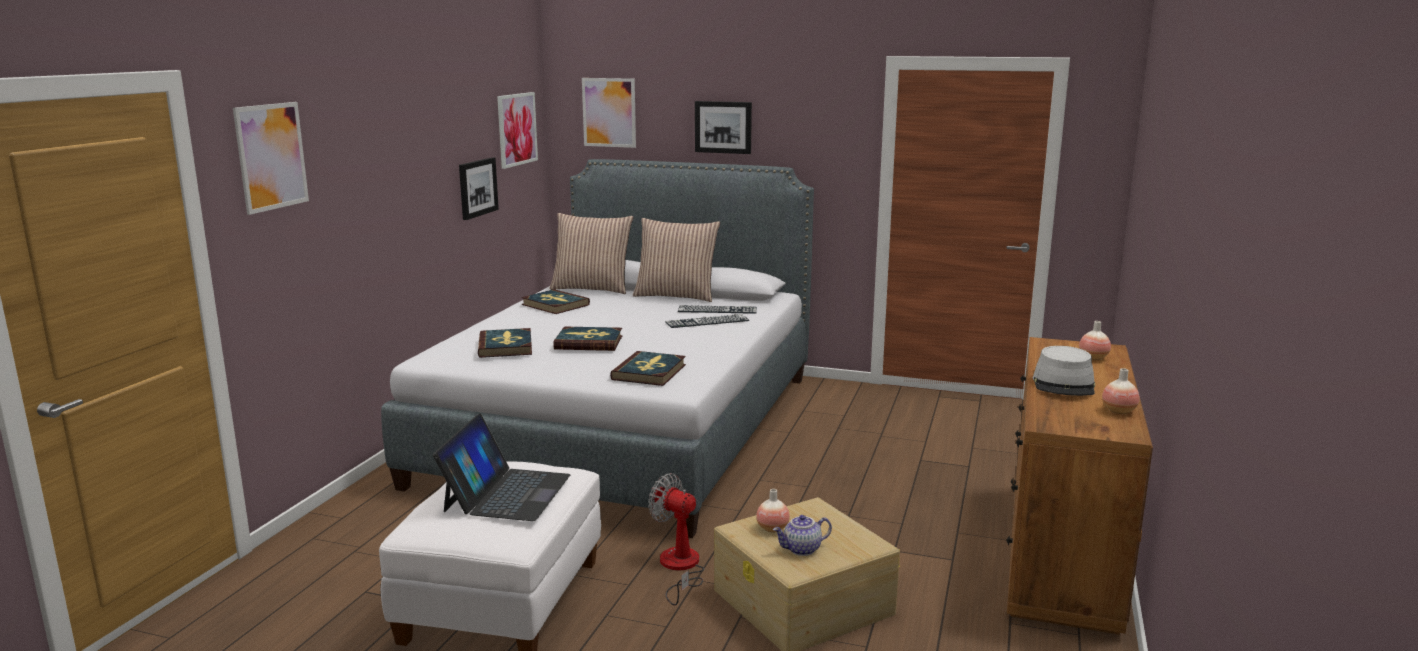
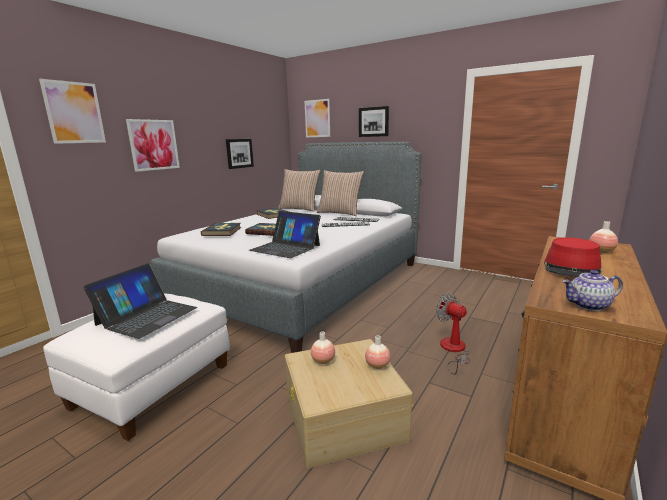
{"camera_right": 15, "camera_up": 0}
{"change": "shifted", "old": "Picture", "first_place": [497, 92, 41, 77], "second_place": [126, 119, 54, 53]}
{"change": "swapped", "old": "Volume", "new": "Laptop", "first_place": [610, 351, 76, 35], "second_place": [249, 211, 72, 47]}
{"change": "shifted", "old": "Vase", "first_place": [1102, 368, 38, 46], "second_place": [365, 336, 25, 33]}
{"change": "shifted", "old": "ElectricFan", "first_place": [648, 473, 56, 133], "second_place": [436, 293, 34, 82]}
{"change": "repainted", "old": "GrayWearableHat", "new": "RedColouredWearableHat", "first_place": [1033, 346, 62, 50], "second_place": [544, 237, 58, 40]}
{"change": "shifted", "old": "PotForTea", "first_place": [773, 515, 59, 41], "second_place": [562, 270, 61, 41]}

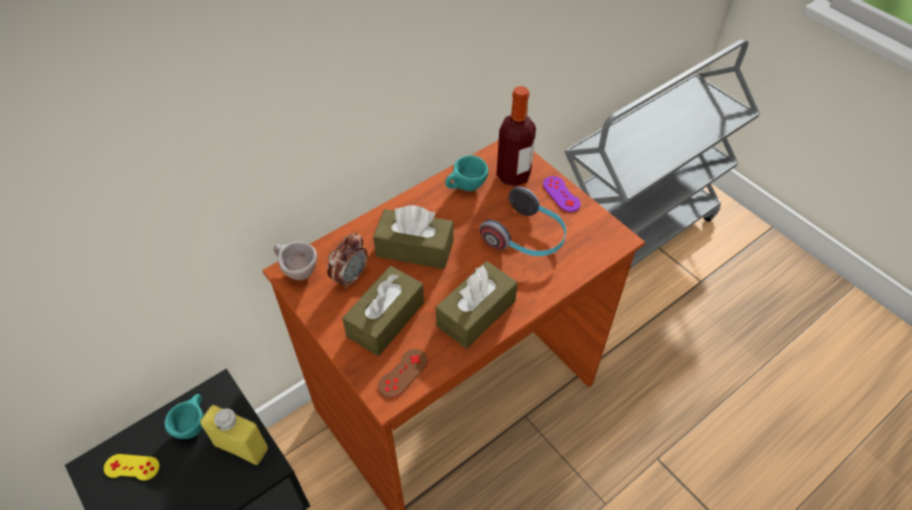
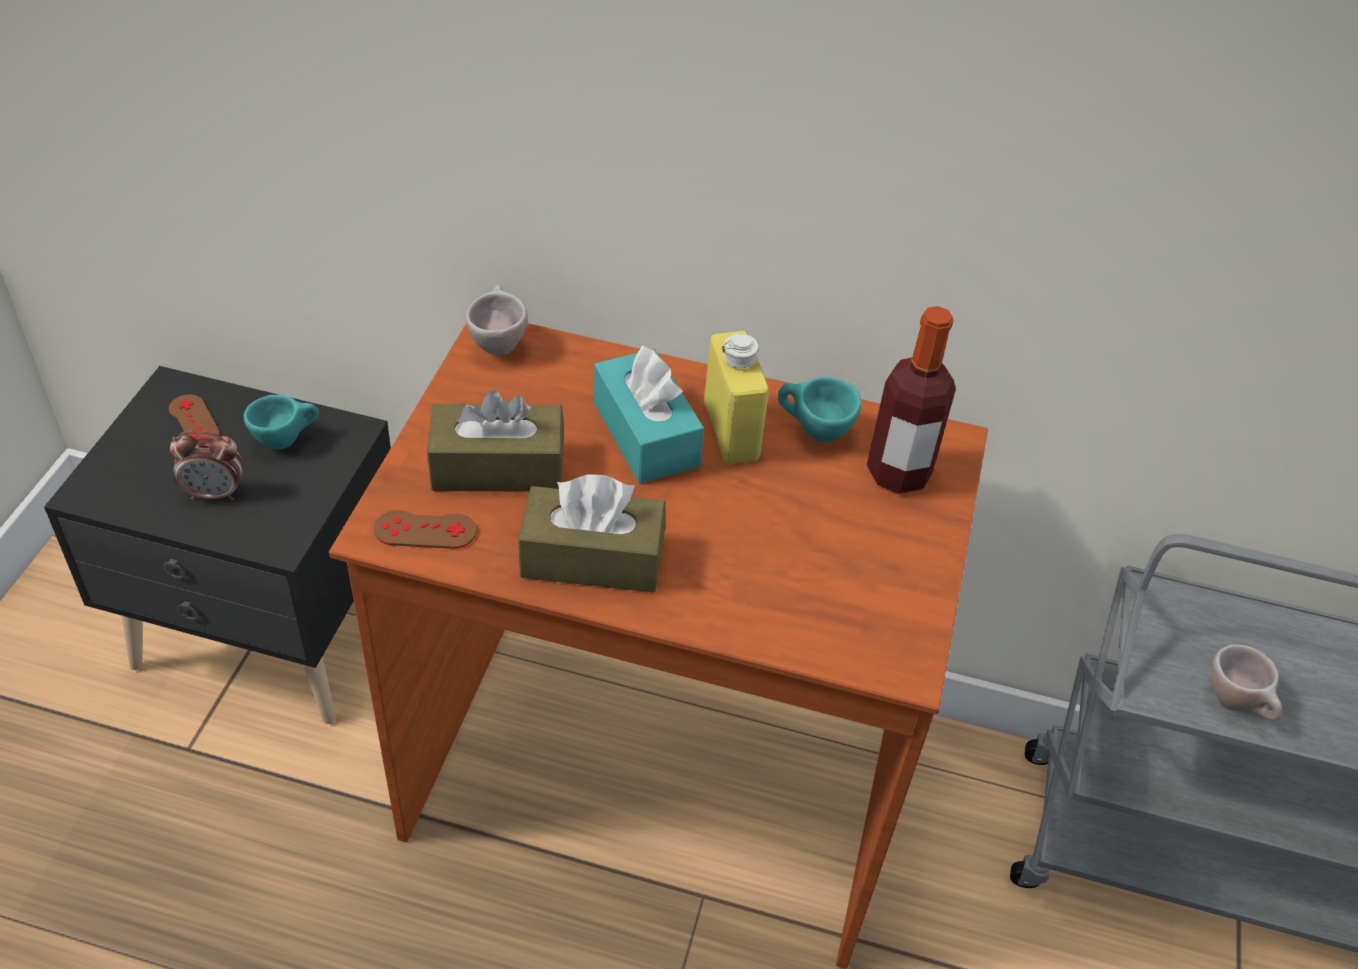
{"camera_right": 50, "camera_up": -5}
{"change": "repainted", "old": "YellowishGameController", "new": "BrownGameController", "first_place": [104, 454, 56, 27], "second_place": [169, 394, 51, 45]}
{"change": "shifted", "old": "TableClock", "first_place": [327, 232, 41, 57], "second_place": [170, 430, 73, 70]}
{"change": "repainted", "old": "BrownTissueBox", "new": "TurquoiseColouredTissueBox", "first_place": [373, 205, 81, 64], "second_place": [594, 346, 110, 137]}
{"change": "shifted", "old": "YellowishBottle", "first_place": [200, 405, 68, 60], "second_place": [704, 331, 65, 134]}
{"change": "new", "new": "BeigeSmallCup", "second_place": [1211, 644, 71, 77]}
{"change": "gone", "old": "Headphones", "first_place": [479, 187, 87, 69]}
{"change": "gone", "old": "PurpleGameController", "first_place": [543, 176, 38, 36]}

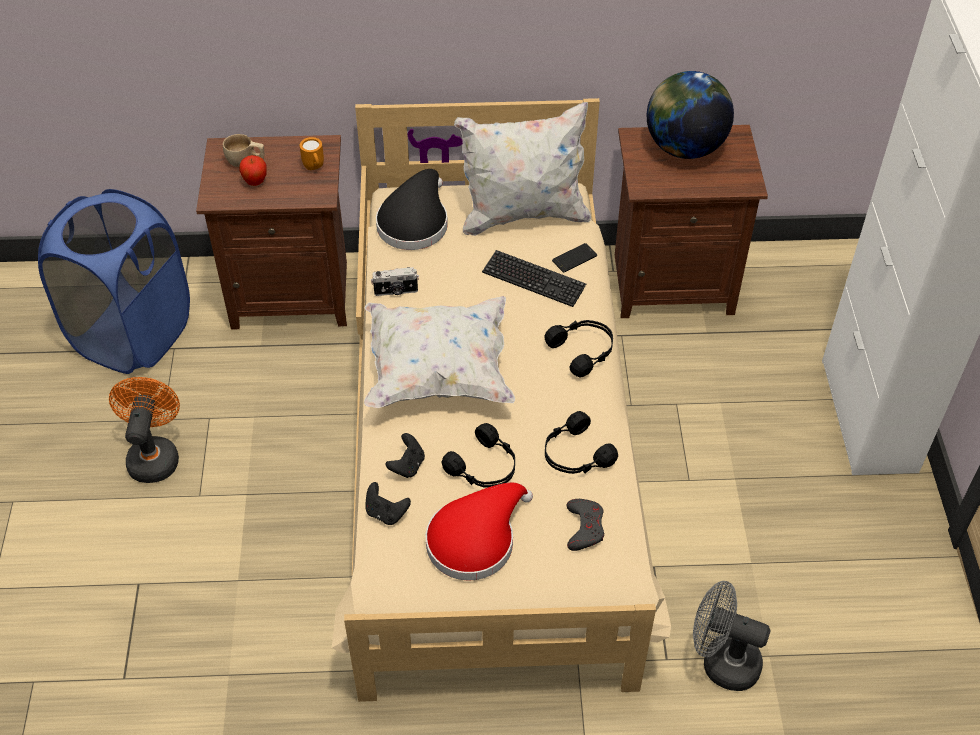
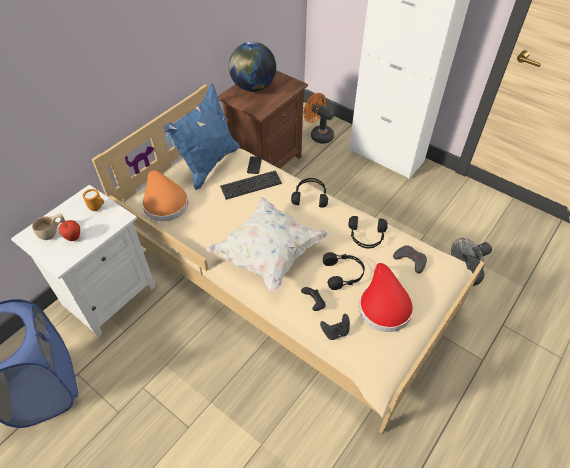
{"camera_right": -50, "camera_up": 0}
{"change": "repainted", "old": "BrownNightTable", "new": "WhitishNightTable", "first_place": [196, 135, 151, 195], "second_place": [11, 185, 145, 153]}
{"change": "repainted", "old": "BlackColouredWearableHat", "new": "OrangeColouredWearableHat", "first_place": [376, 169, 72, 81], "second_place": [142, 170, 47, 51]}
{"change": "repainted", "old": "WhitishThrowPillow", "new": "BlueColouredThrowPillow", "first_place": [454, 102, 137, 134], "second_place": [164, 83, 76, 107]}
{"change": "shifted", "old": "OrangeColouredElectricFan", "first_place": [109, 377, 71, 106], "second_place": [304, 93, 30, 51]}
{"change": "gone", "old": "PhotoCamera", "first_place": [371, 267, 48, 29]}

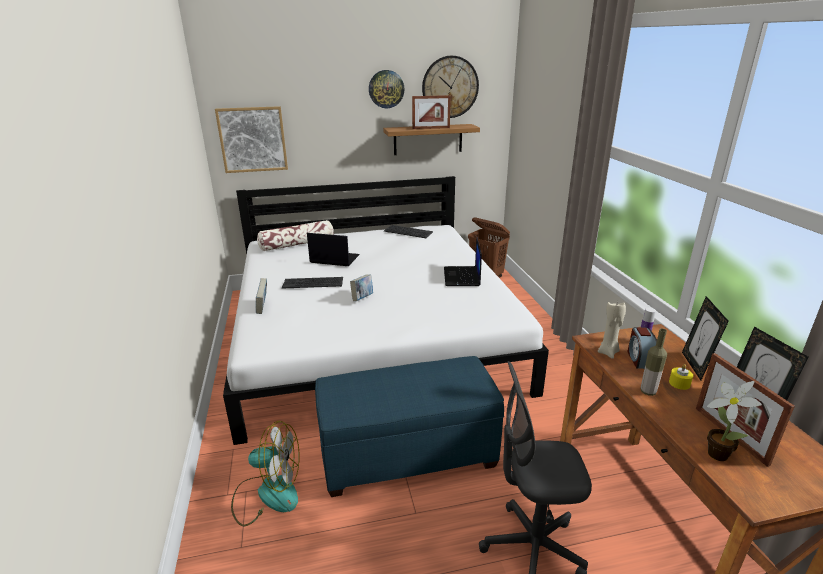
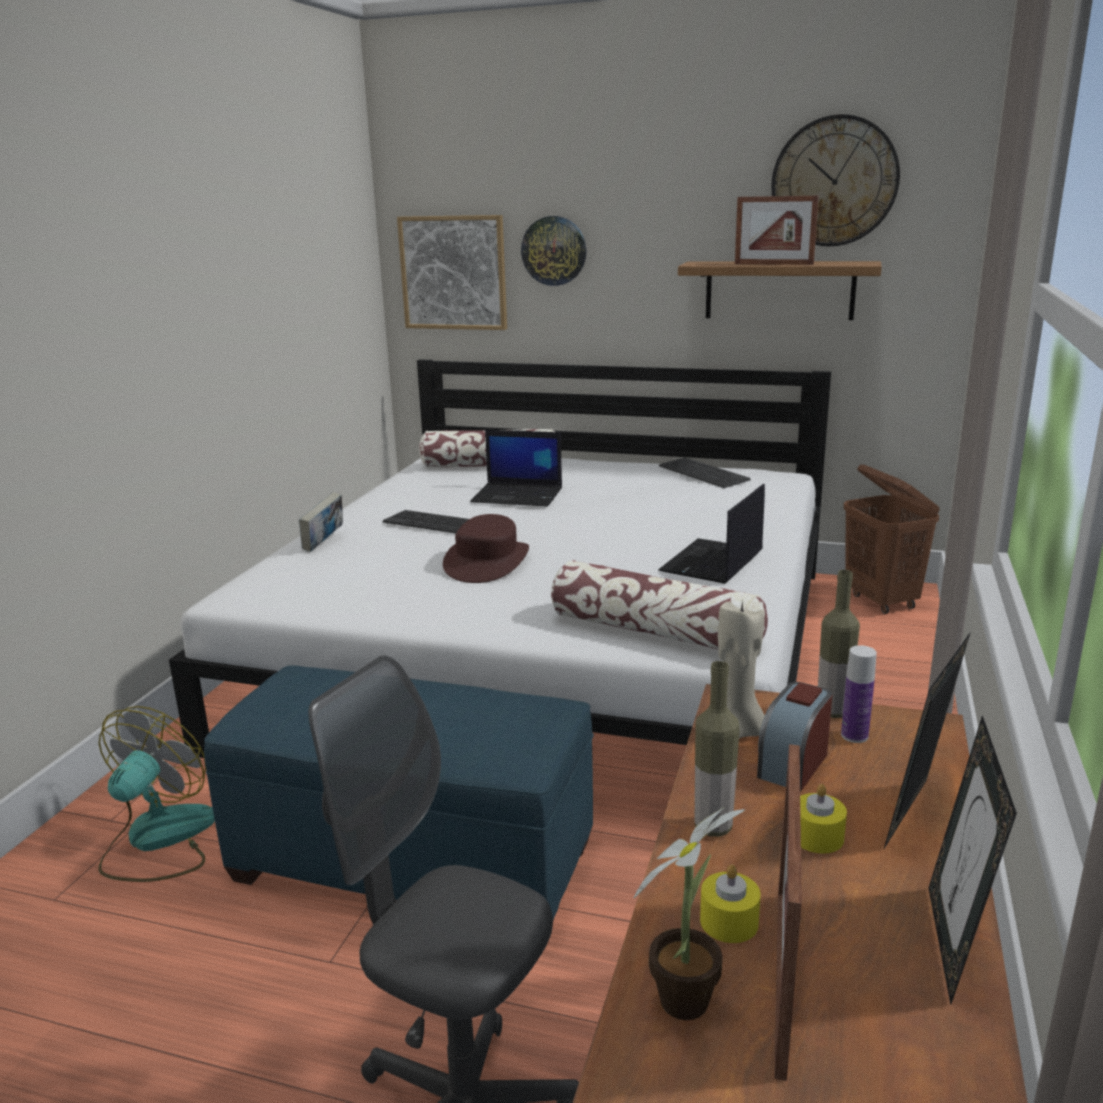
{"camera_right": 30, "camera_up": -5}
{"change": "rotated", "old": "ElectricFan", "first_place": [231, 421, 68, 105], "second_place": [98, 706, 117, 176], "degrees": -105}
{"change": "swapped", "old": "Volume", "new": "BrownWearableHat", "first_place": [350, 275, 23, 26], "second_place": [443, 514, 86, 69]}
{"change": "rotated", "old": "Laptop", "first_place": [307, 233, 53, 33], "second_place": [470, 430, 92, 76], "degrees": 150}
{"change": "shifted", "old": "HangingClock", "first_place": [369, 70, 35, 38], "second_place": [521, 216, 65, 70]}
{"change": "new", "new": "ThrowPillow", "second_place": [551, 560, 217, 89]}
{"change": "new", "new": "YellowishWaxLight", "second_place": [700, 865, 61, 78]}
{"change": "new", "new": "Bottle", "second_place": [818, 570, 42, 148]}

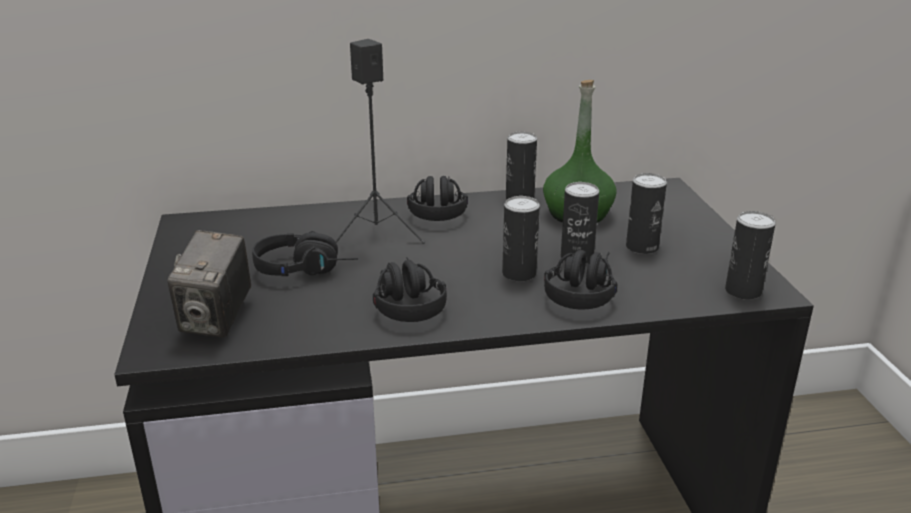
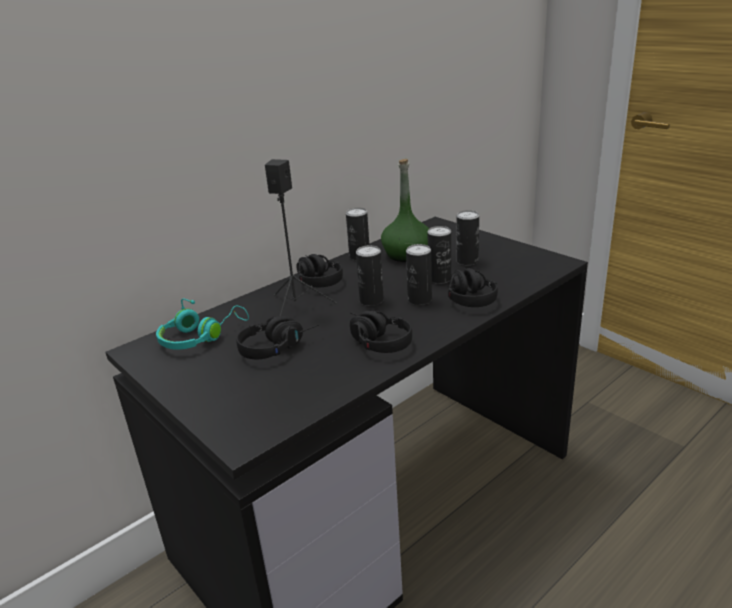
{"camera_right": -30, "camera_up": 0}
{"change": "new", "new": "TurquoiseColouredHeadphones", "second_place": [156, 298, 93, 52]}
{"change": "shifted", "old": "SealedCan", "first_place": [725, 211, 51, 89], "second_place": [356, 245, 28, 61]}
{"change": "gone", "old": "PhotoCamera", "first_place": [168, 230, 83, 108]}

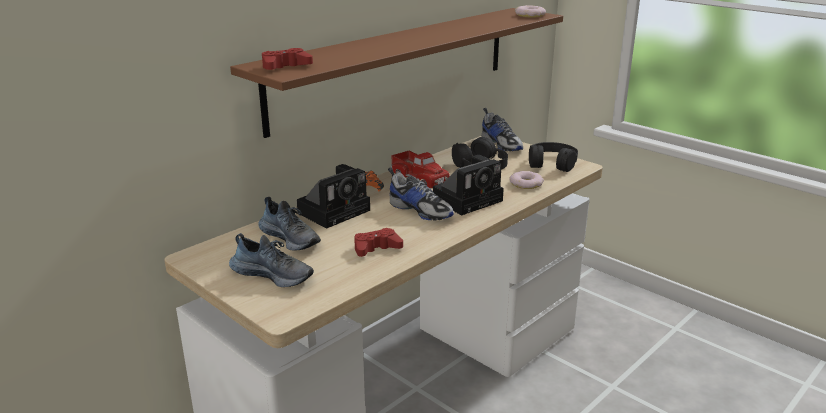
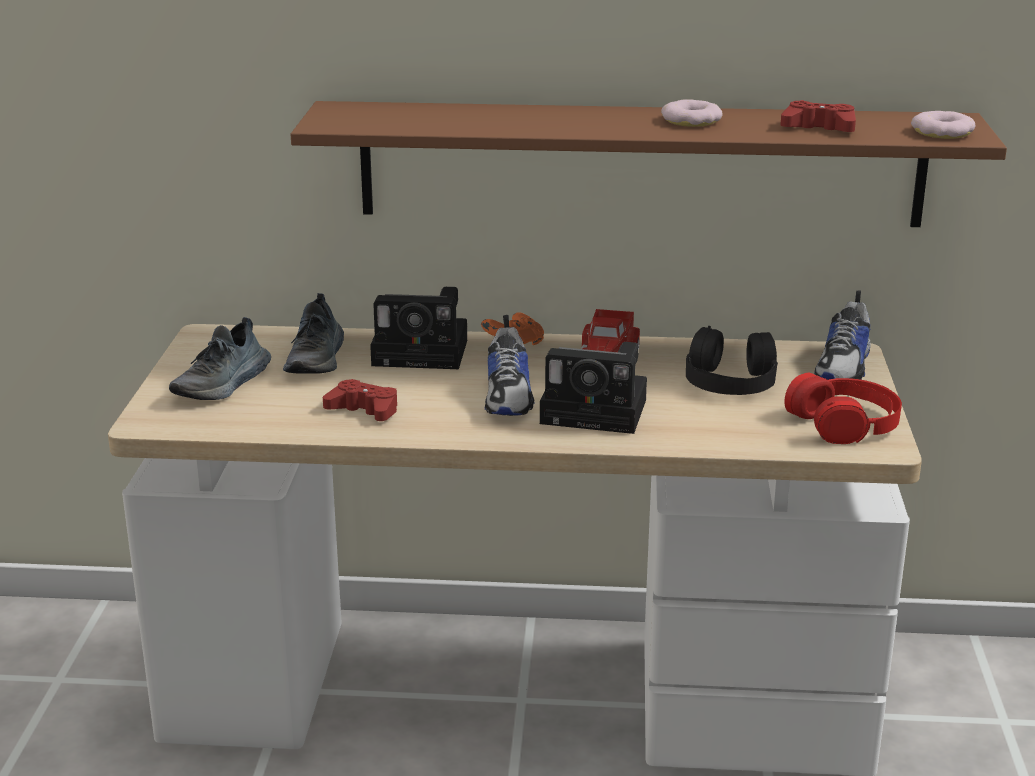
{"camera_right": 50, "camera_up": 0}
{"change": "rotated", "old": "LowShoe", "first_place": [229, 233, 85, 54], "second_place": [169, 317, 102, 83], "degrees": 45}
{"change": "shifted", "old": "Doughnut", "first_place": [509, 171, 35, 18], "second_place": [661, 100, 62, 27]}
{"change": "shifted", "old": "RedColouredGameController", "first_place": [262, 48, 51, 22], "second_place": [780, 100, 76, 32]}
{"change": "repainted", "old": "BlackColouredHeadphones", "new": "RedColouredHeadphones", "first_place": [529, 142, 49, 30], "second_place": [784, 373, 118, 71]}

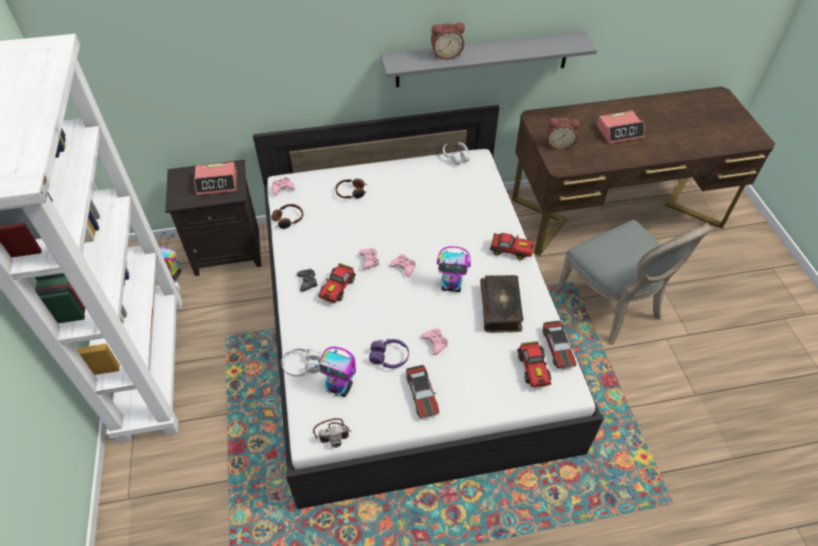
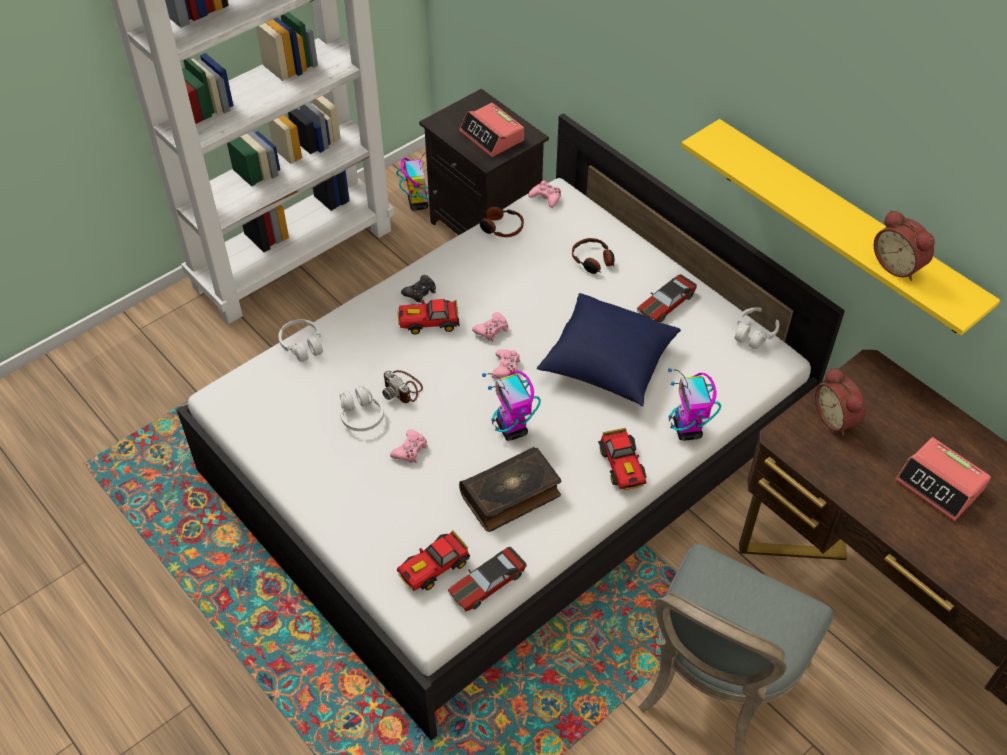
{"camera_right": 60, "camera_up": 0}
{"change": "repainted", "old": "PurpleHeadphones", "new": "WhitishHeadphones", "first_place": [369, 339, 40, 29], "second_place": [340, 386, 44, 45]}
{"change": "shifted", "old": "PhotoCamera", "first_place": [313, 418, 39, 30], "second_place": [382, 370, 41, 33]}
{"change": "new", "new": "BlueColouredThrowPillow", "second_place": [537, 293, 144, 113]}
{"change": "shifted", "old": "ModelCar", "first_place": [406, 365, 33, 54], "second_place": [637, 274, 60, 49]}
{"change": "shifted", "old": "ModelRobot", "first_place": [315, 347, 41, 50], "second_place": [668, 368, 53, 72]}
{"change": "repainted", "old": "GrayBracketShelf", "new": "YellowishBracketShelf", "first_place": [380, 31, 217, 56], "second_place": [681, 119, 319, 216]}
{"change": "shifted", "old": "TableClock", "first_place": [431, 22, 34, 38], "second_place": [874, 210, 61, 71]}

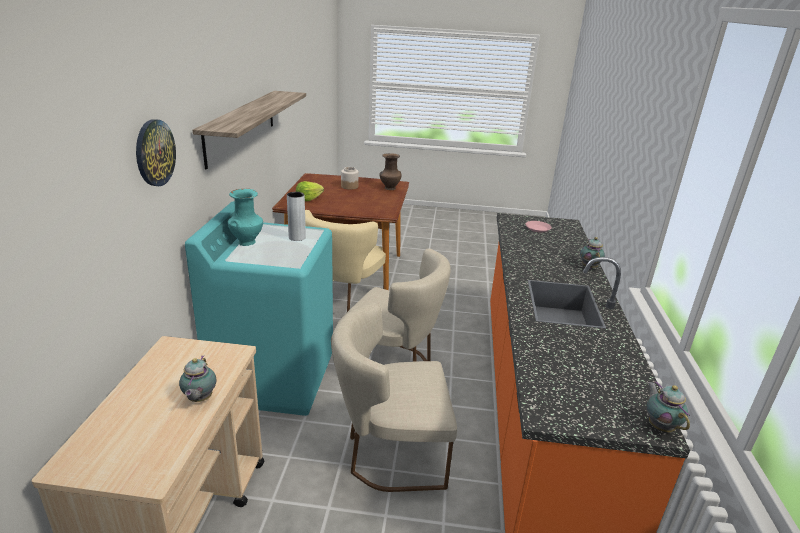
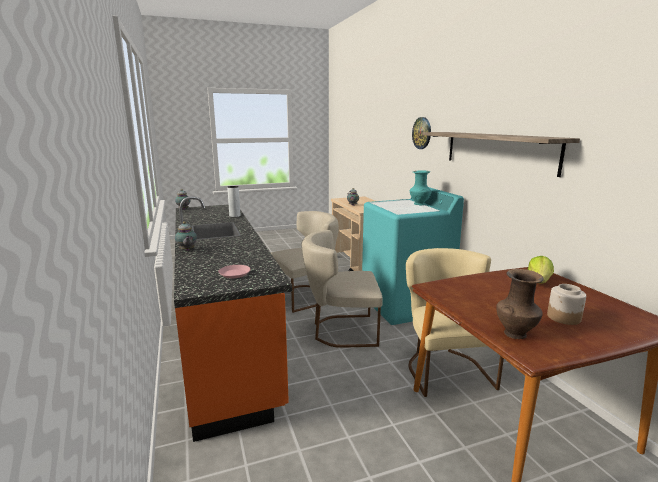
{"camera_right": 155, "camera_up": -10}
{"change": "shifted", "old": "GrayVase", "first_place": [287, 192, 19, 49], "second_place": [227, 186, 13, 31]}

